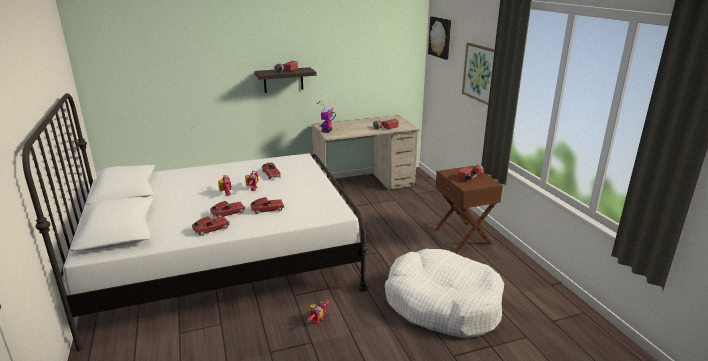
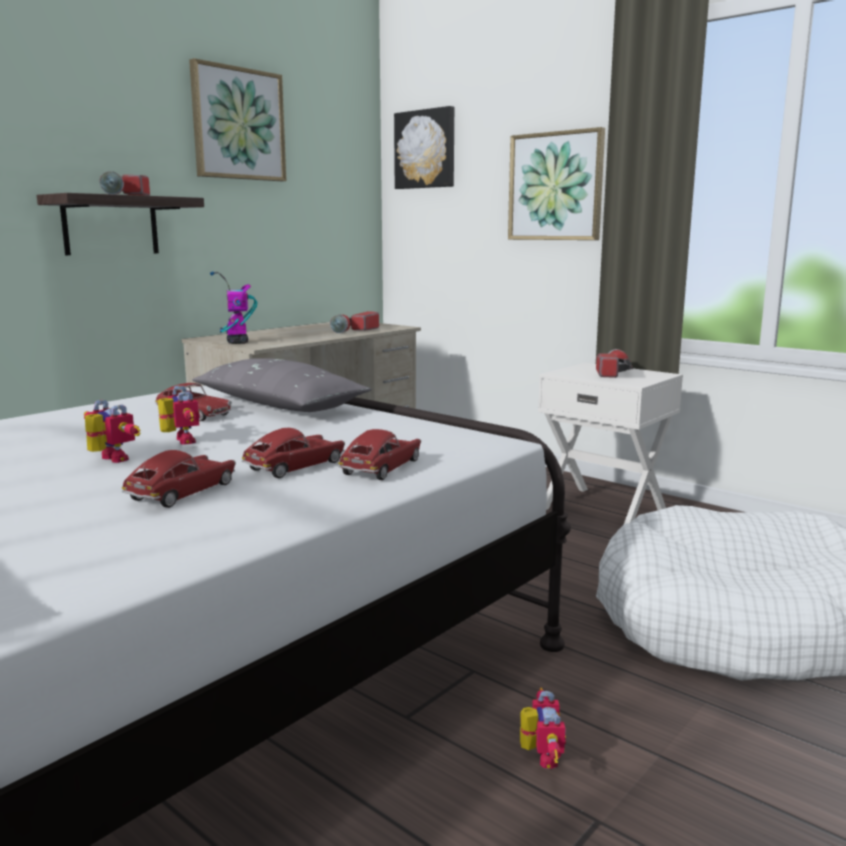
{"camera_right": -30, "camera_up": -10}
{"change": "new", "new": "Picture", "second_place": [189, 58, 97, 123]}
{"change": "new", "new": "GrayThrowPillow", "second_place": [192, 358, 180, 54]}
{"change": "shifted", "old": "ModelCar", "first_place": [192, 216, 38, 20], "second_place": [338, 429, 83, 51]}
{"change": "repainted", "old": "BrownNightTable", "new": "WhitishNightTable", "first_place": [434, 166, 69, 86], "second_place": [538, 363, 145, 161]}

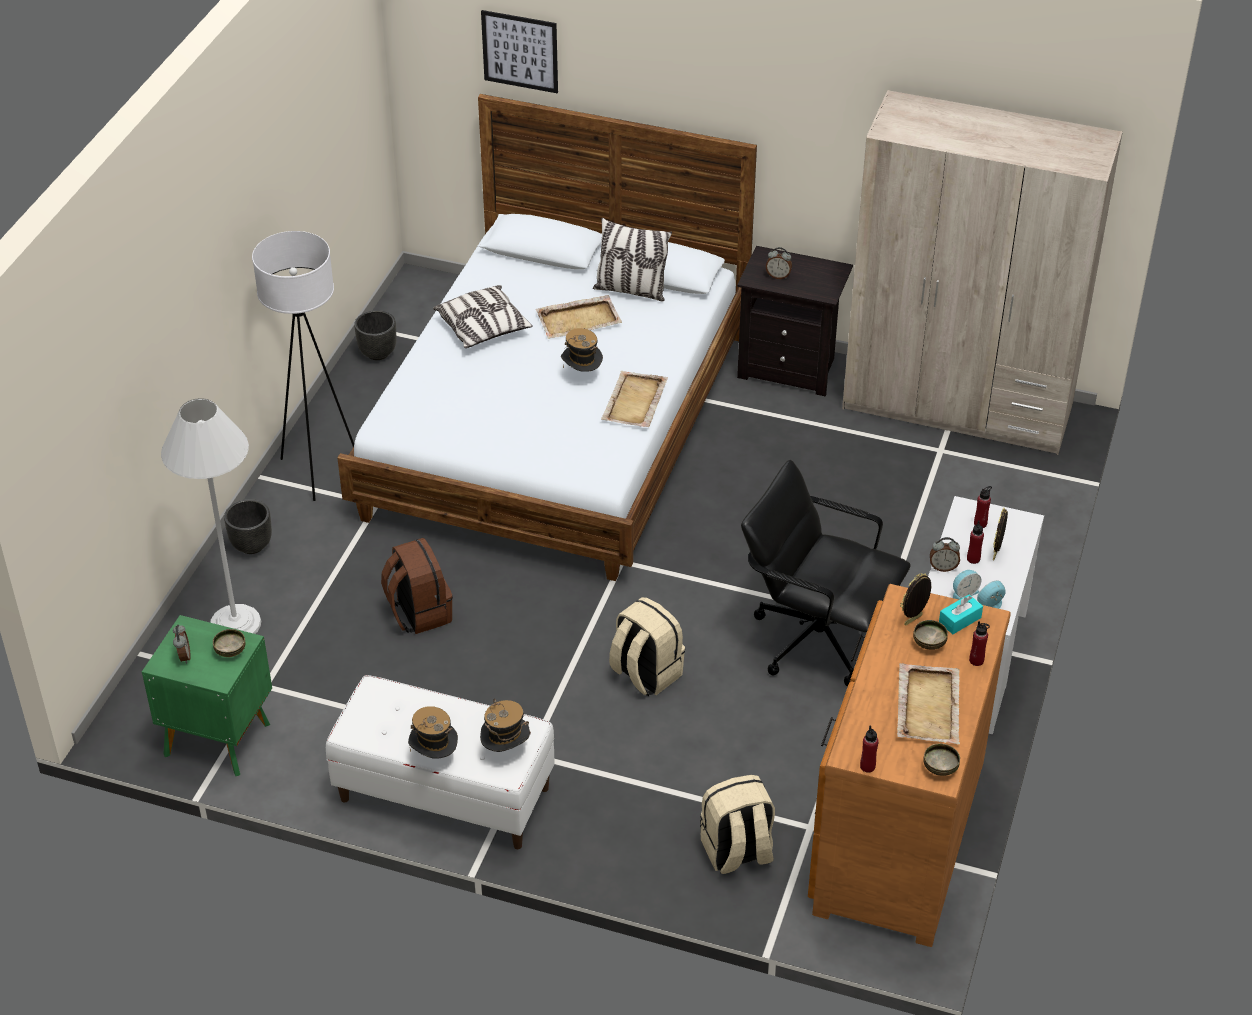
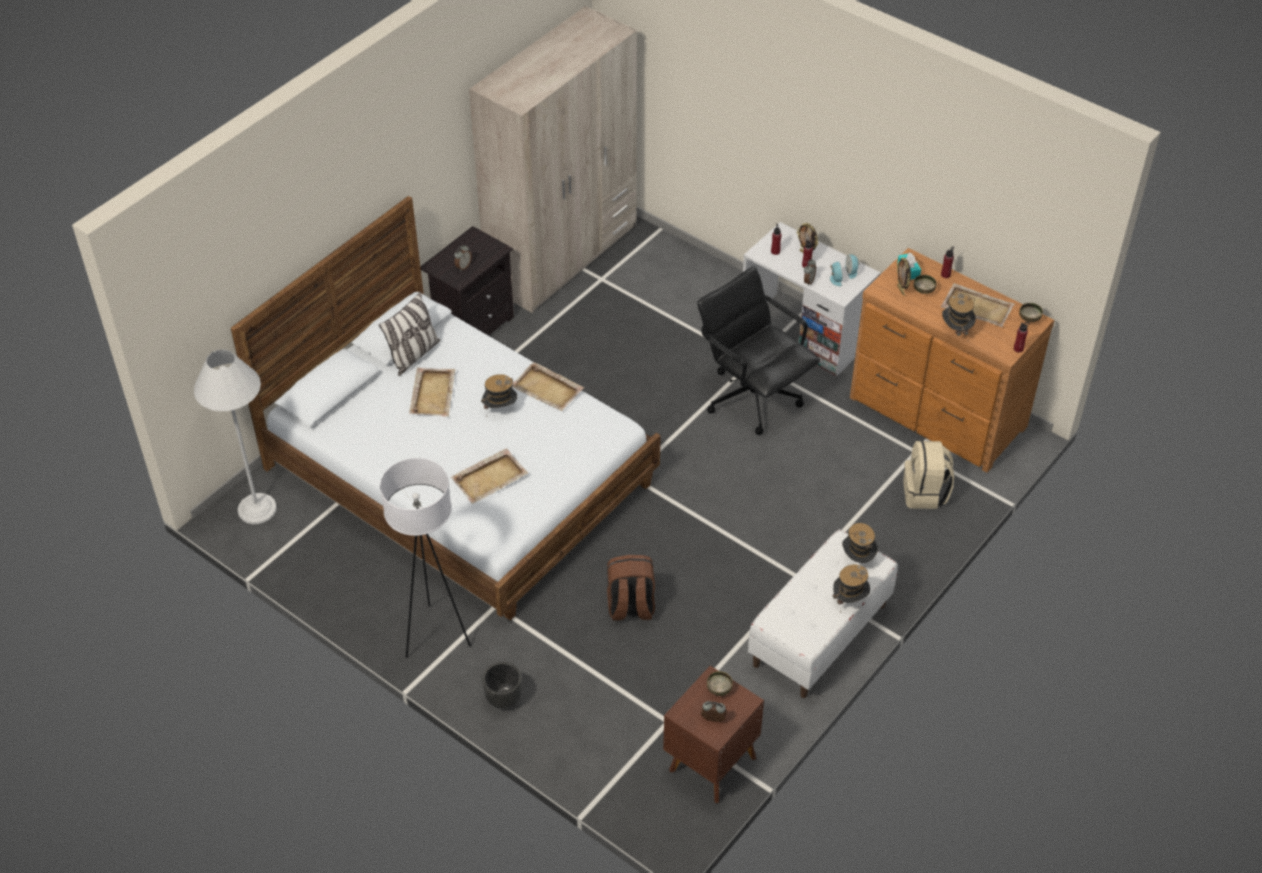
{"camera_right": -70, "camera_up": 5}
{"change": "shifted", "old": "WhitishStandardLamp", "first_place": [161, 398, 100, 236], "second_place": [194, 349, 83, 175]}
{"change": "new", "new": "BeigeCarryingTray", "second_place": [451, 448, 77, 56]}
{"change": "repainted", "old": "GreenColouredNightTable", "new": "BrownNightTable", "first_place": [142, 615, 130, 161], "second_place": [663, 666, 101, 137]}
{"change": "rotated", "old": "BlackColouredDeskChair", "first_place": [741, 460, 170, 227], "second_place": [697, 266, 123, 169], "degrees": 90}
{"change": "new", "new": "WearableHat", "second_place": [942, 294, 34, 45]}
{"change": "gone", "old": "BlackColouredFlowerPot", "first_place": [354, 310, 42, 50]}
{"change": "gone", "old": "ThrowPillow", "first_place": [433, 285, 100, 63]}
{"change": "gone", "old": "Picture", "first_place": [481, 10, 77, 83]}
{"change": "gone", "old": "BeigeKnapsack", "first_place": [609, 597, 76, 100]}

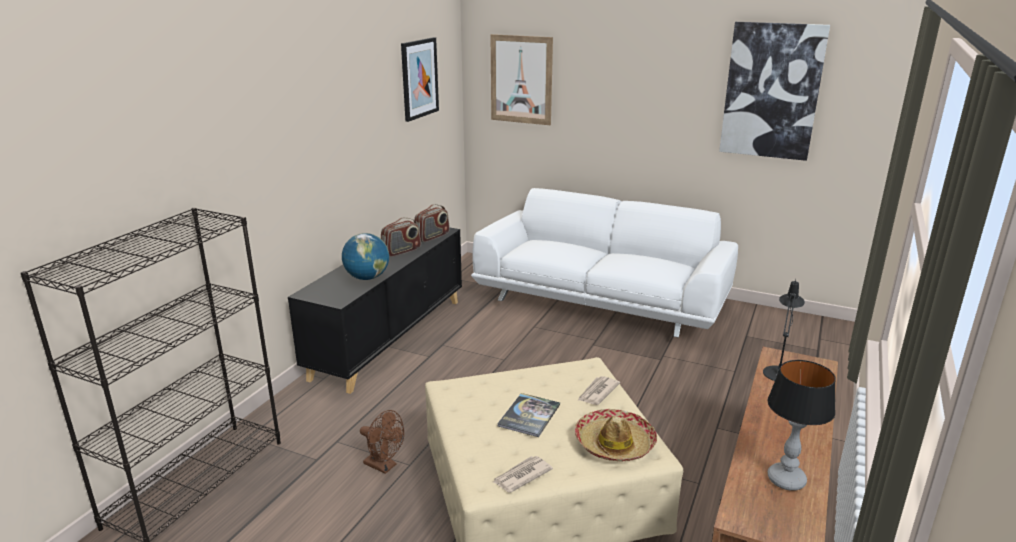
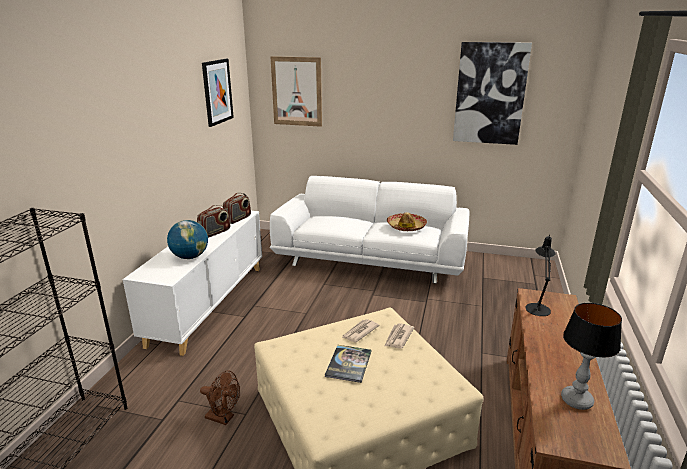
{"camera_right": -10, "camera_up": 0}
{"change": "repainted", "old": "BlackColouredStorageCabinet", "new": "WhitishStorageCabinet", "first_place": [288, 228, 174, 166], "second_place": [123, 211, 139, 145]}
{"change": "shifted", "old": "DailyPaper", "first_place": [493, 456, 60, 37], "second_place": [342, 319, 38, 23]}
{"change": "shifted", "old": "WearableHat", "first_place": [575, 409, 82, 52], "second_place": [387, 212, 40, 19]}

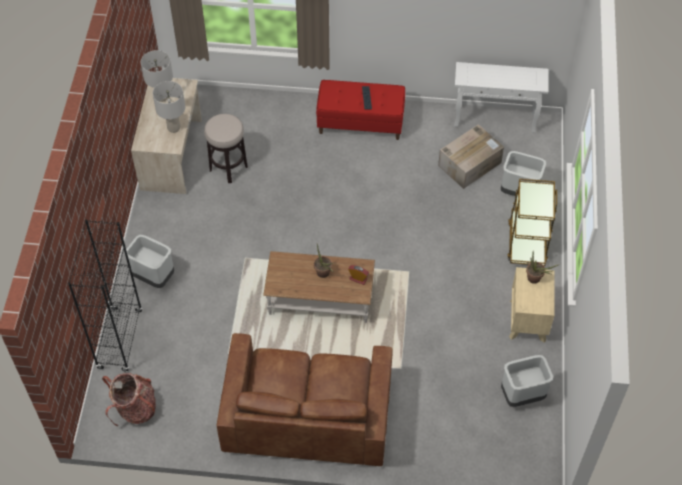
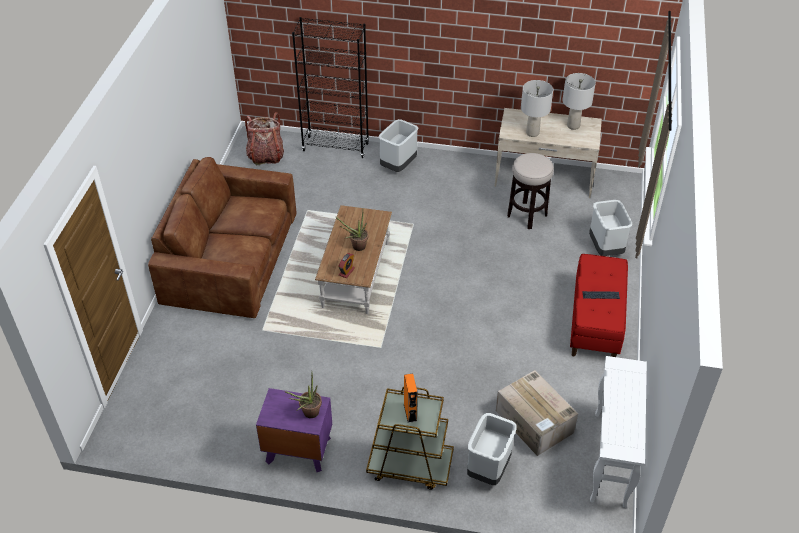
{"camera_right": 95, "camera_up": -10}
{"change": "repainted", "old": "BeigeNightTable", "new": "PurpleNightTable", "first_place": [509, 267, 46, 75], "second_place": [256, 388, 76, 84]}
{"change": "new", "new": "OrangeColouredLoudspeaker", "second_place": [404, 374, 13, 49]}
{"change": "shifted", "old": "GrayRubbishBin", "first_place": [501, 355, 52, 52], "second_place": [589, 200, 43, 56]}

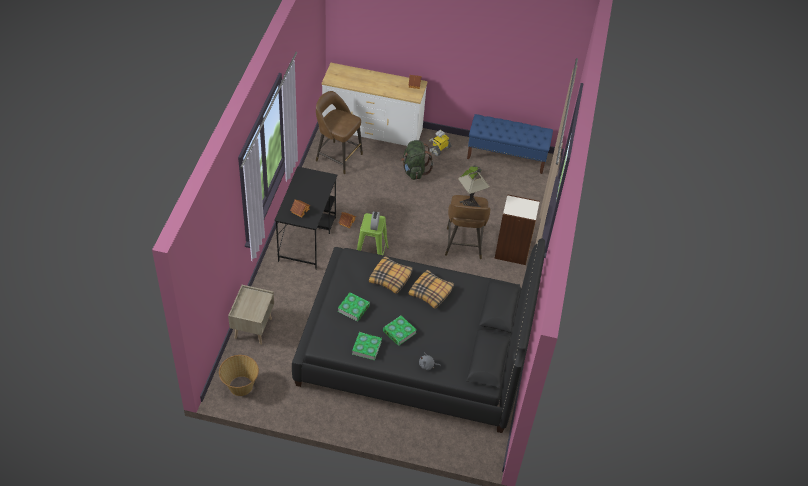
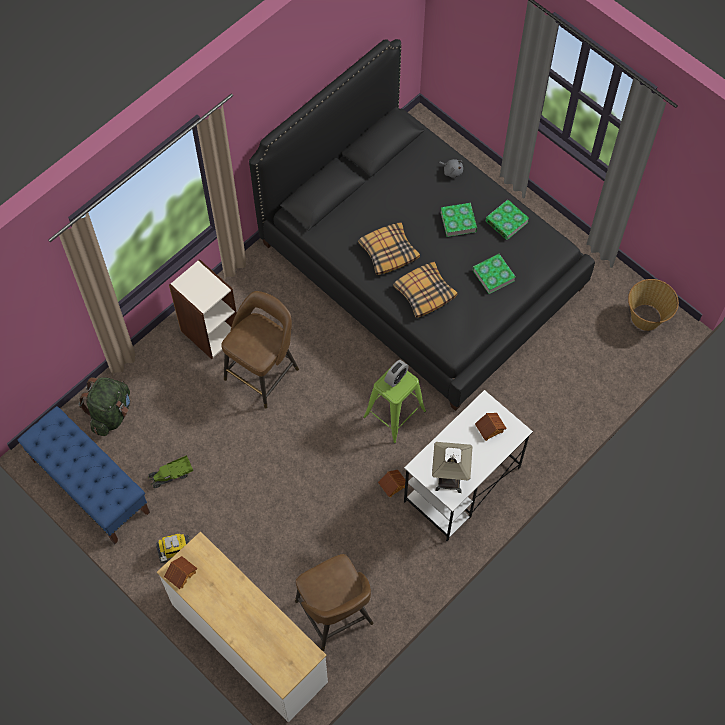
{"camera_right": -145, "camera_up": 15}
{"change": "shifted", "old": "GreenColouredKnapsack", "first_place": [401, 140, 32, 40], "second_place": [78, 377, 52, 59]}
{"change": "repainted", "old": "BlackColouredDesk", "new": "WhitishDesk", "first_place": [274, 166, 64, 104], "second_place": [404, 390, 129, 151]}
{"change": "shifted", "old": "TableLamp", "first_place": [458, 172, 32, 35], "second_place": [432, 442, 40, 51]}
{"change": "gone", "old": "BeigeNightTable", "first_place": [228, 285, 46, 60]}

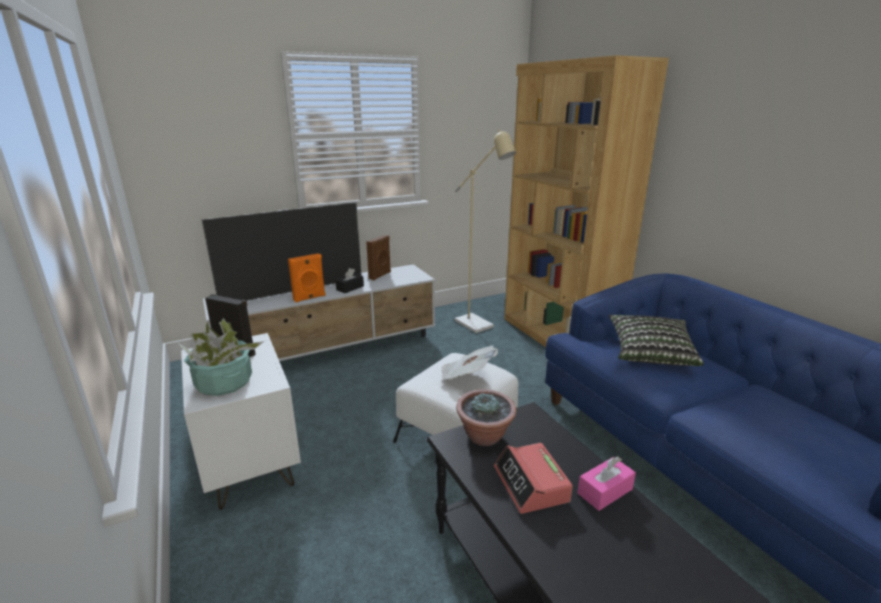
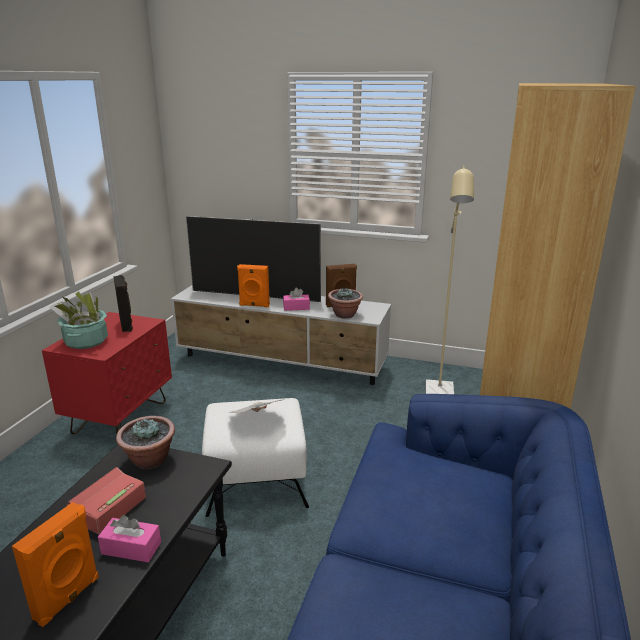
{"camera_right": 45, "camera_up": 0}
{"change": "new", "new": "OrangeColouredLoudspeaker", "second_place": [12, 502, 87, 125]}
{"change": "repainted", "old": "WhitishNightTable", "new": "RedColouredNightTable", "first_place": [181, 333, 120, 177], "second_place": [42, 312, 130, 123]}
{"change": "repainted", "old": "BlackColouredTissueBox", "new": "PinkColouredTissueBox", "first_place": [335, 268, 29, 25], "second_place": [283, 288, 27, 23]}
{"change": "new", "new": "PlantInAPot", "second_place": [328, 288, 35, 31]}
{"change": "gone", "old": "ThrowPillow", "first_place": [609, 315, 95, 51]}

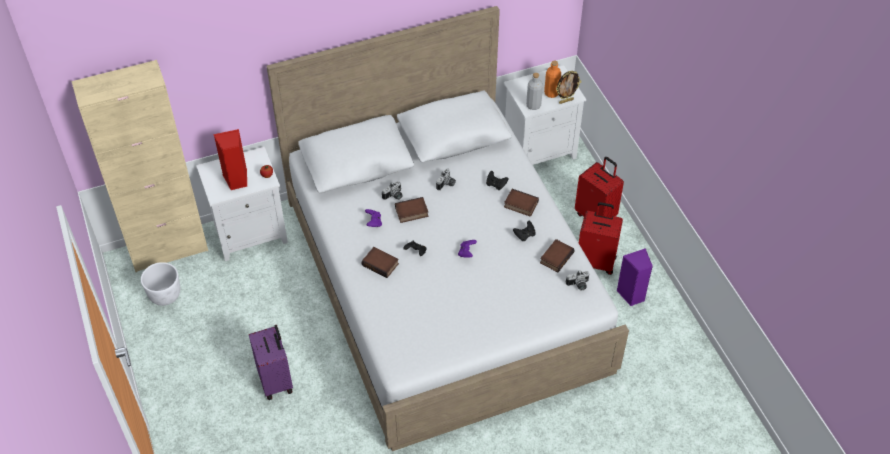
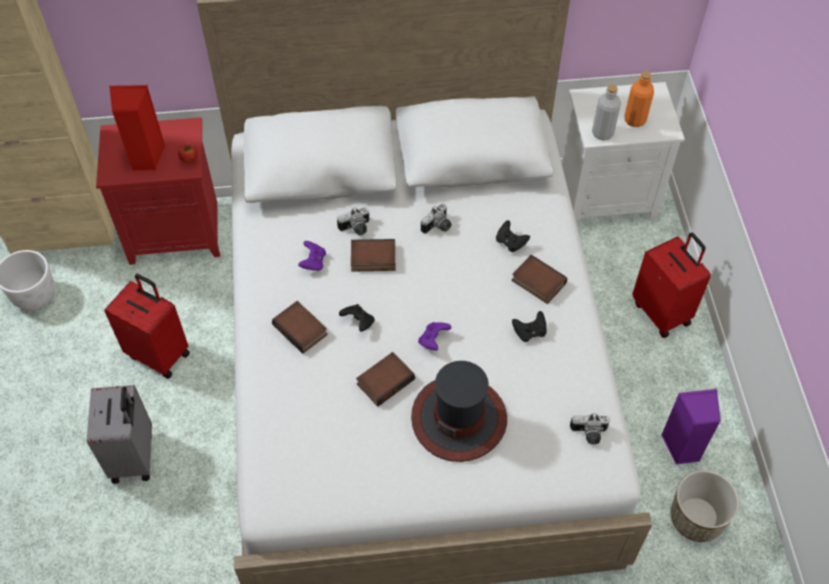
{"camera_right": 15, "camera_up": 5}
{"change": "repainted", "old": "PurpleTravelCase", "new": "GrayTravelCase", "first_place": [249, 325, 44, 75], "second_place": [87, 385, 65, 99]}
{"change": "repainted", "old": "WhitishNightTable", "new": "RedColouredNightTable", "first_place": [196, 147, 92, 114], "second_place": [96, 117, 124, 148]}
{"change": "shifted", "old": "RedColouredTravelCase", "first_place": [579, 202, 44, 73], "second_place": [104, 274, 86, 105]}
{"change": "shifted", "old": "Volume", "first_place": [540, 239, 35, 33], "second_place": [356, 352, 59, 55]}
{"change": "new", "new": "WearableHat", "second_place": [411, 361, 96, 101]}
{"change": "new", "new": "FlowerPot", "second_place": [671, 470, 68, 72]}
{"change": "gone", "old": "PictureFrame", "first_place": [556, 71, 25, 33]}

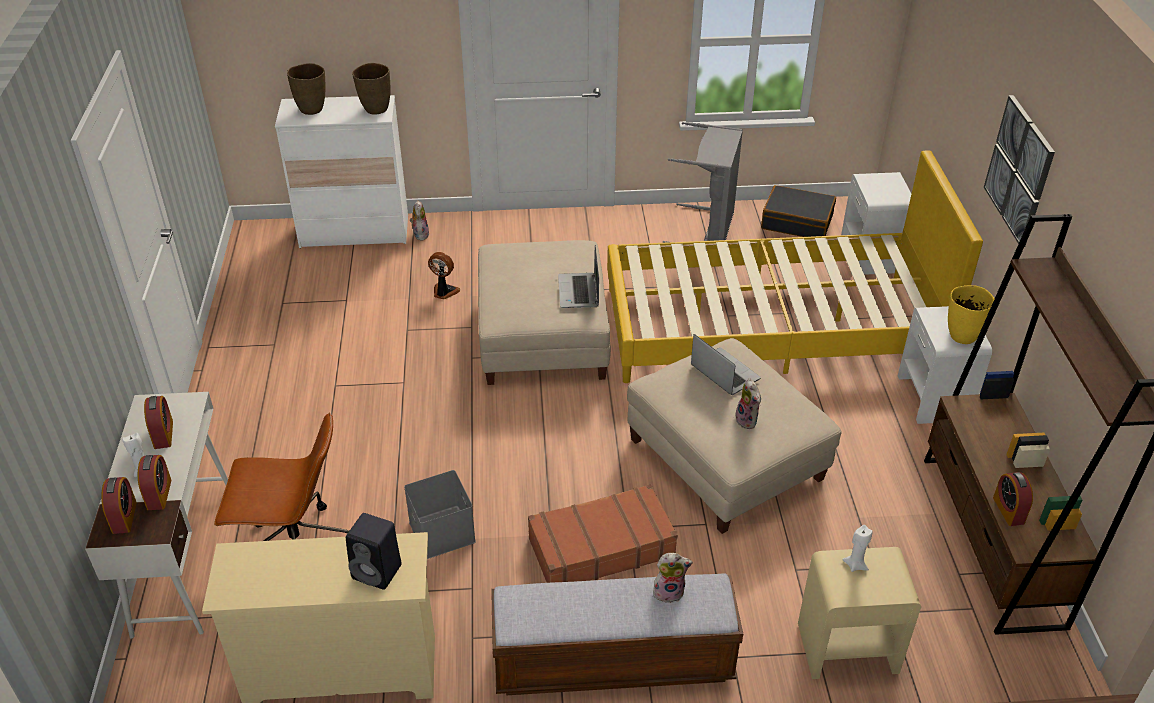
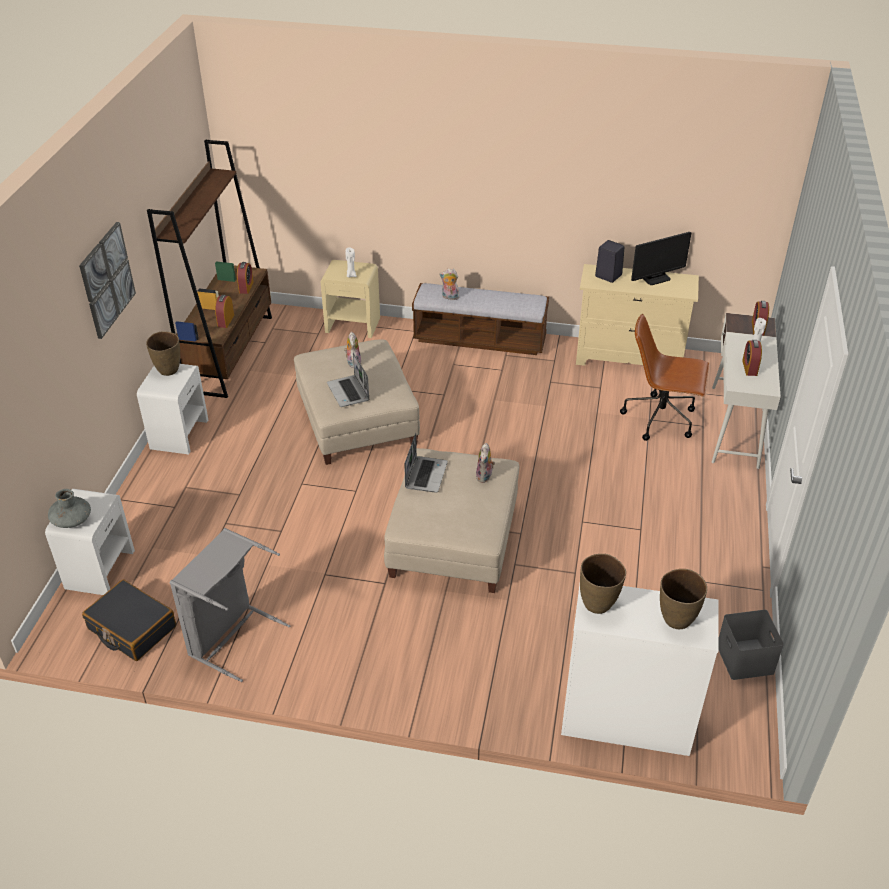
{"camera_right": -165, "camera_up": 0}
{"change": "new", "new": "GrayVase", "second_place": [48, 489, 43, 39]}
{"change": "repainted", "old": "YellowishVase", "new": "BrownVase", "first_place": [948, 285, 47, 59], "second_place": [146, 331, 34, 45]}
{"change": "shifted", "old": "TableClock", "first_place": [138, 455, 34, 55], "second_place": [215, 295, 19, 33]}
{"change": "shifted", "old": "PlushToy", "first_place": [410, 200, 19, 41], "second_place": [476, 443, 19, 40]}
{"change": "new", "new": "ComputerDisplay", "second_place": [631, 232, 60, 53]}
{"change": "shifted", "old": "GrayStorageBin", "first_place": [404, 470, 72, 89], "second_place": [718, 610, 66, 70]}
{"change": "gone", "old": "ElectricFan", "first_place": [428, 252, 32, 48]}
{"change": "gone", "old": "BrownTravelCase", "first_place": [528, 484, 150, 99]}
{"change": "gone", "old": "YellowishBedroomBed", "first_place": [607, 150, 376, 233]}

